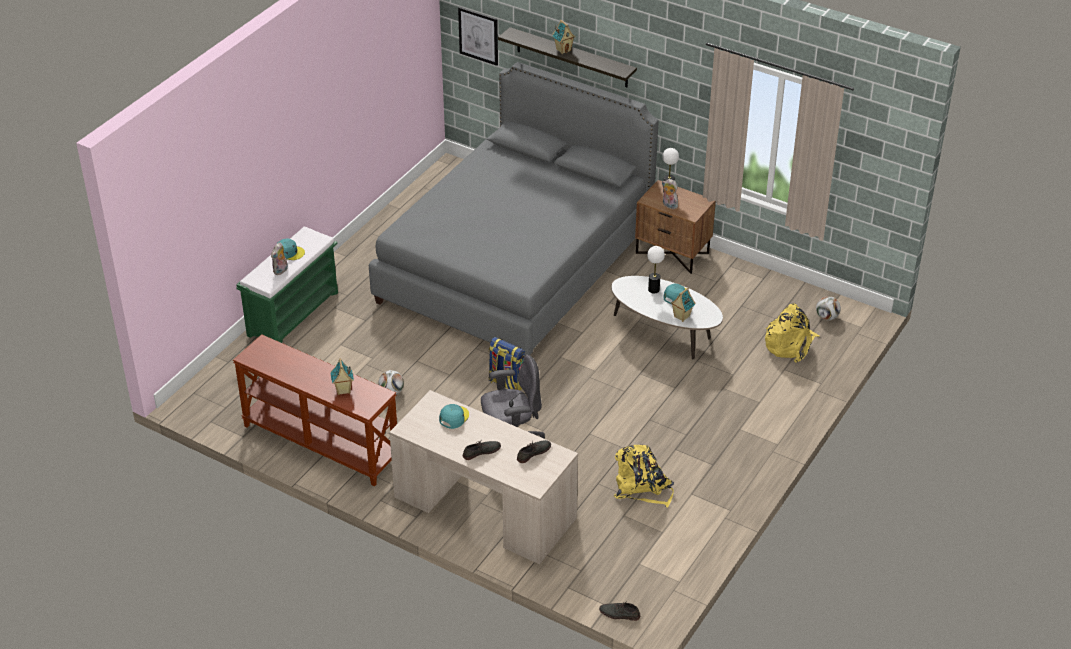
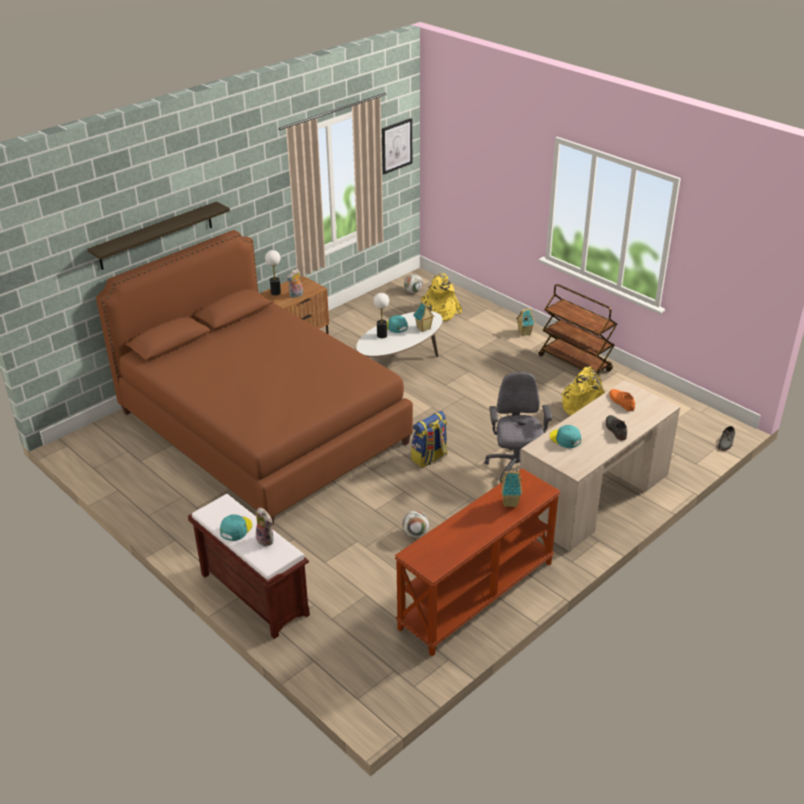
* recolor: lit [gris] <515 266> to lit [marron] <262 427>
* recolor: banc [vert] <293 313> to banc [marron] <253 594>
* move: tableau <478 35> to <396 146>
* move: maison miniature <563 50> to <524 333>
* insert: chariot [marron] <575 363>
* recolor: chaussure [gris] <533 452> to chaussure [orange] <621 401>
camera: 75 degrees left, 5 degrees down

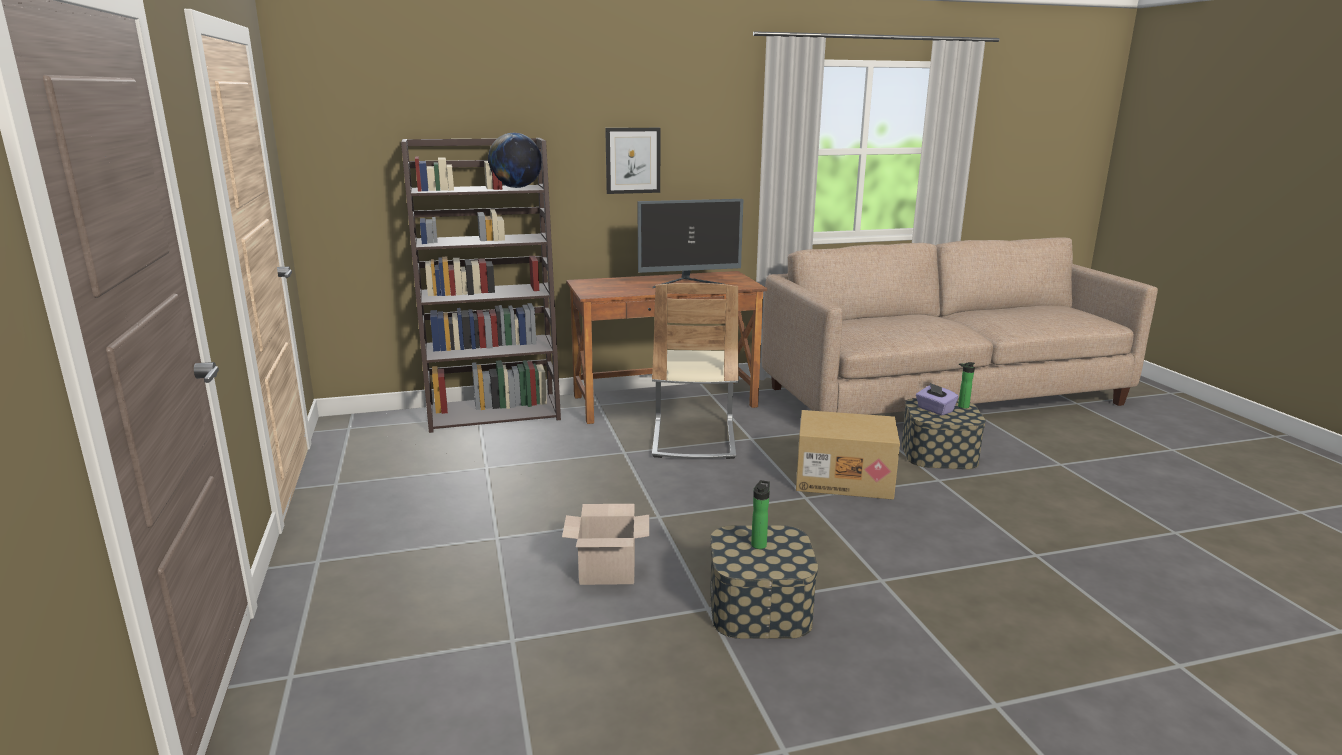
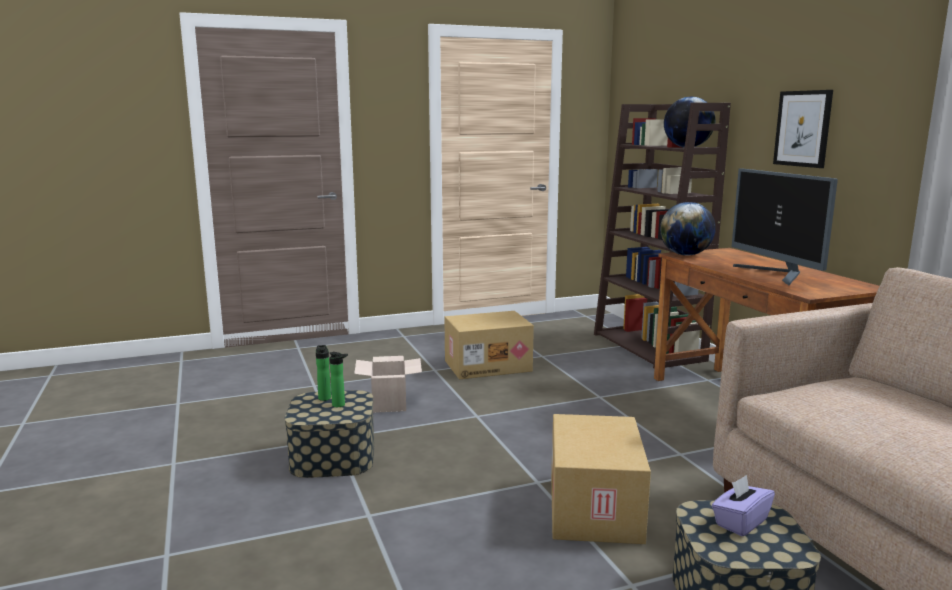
* move: bouteille <961 406> to <324 397>
* insert: carton <488 365>
* insert: globe <685 255>
* delete: chaise [beige] <693 439>
camera: 85 degrees right, 5 degrees down

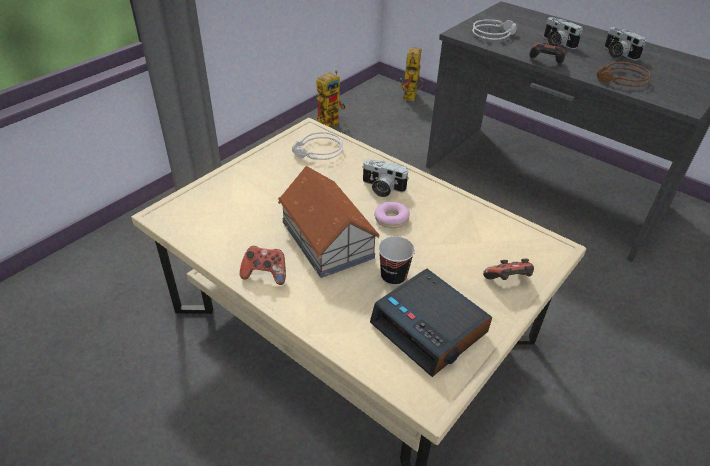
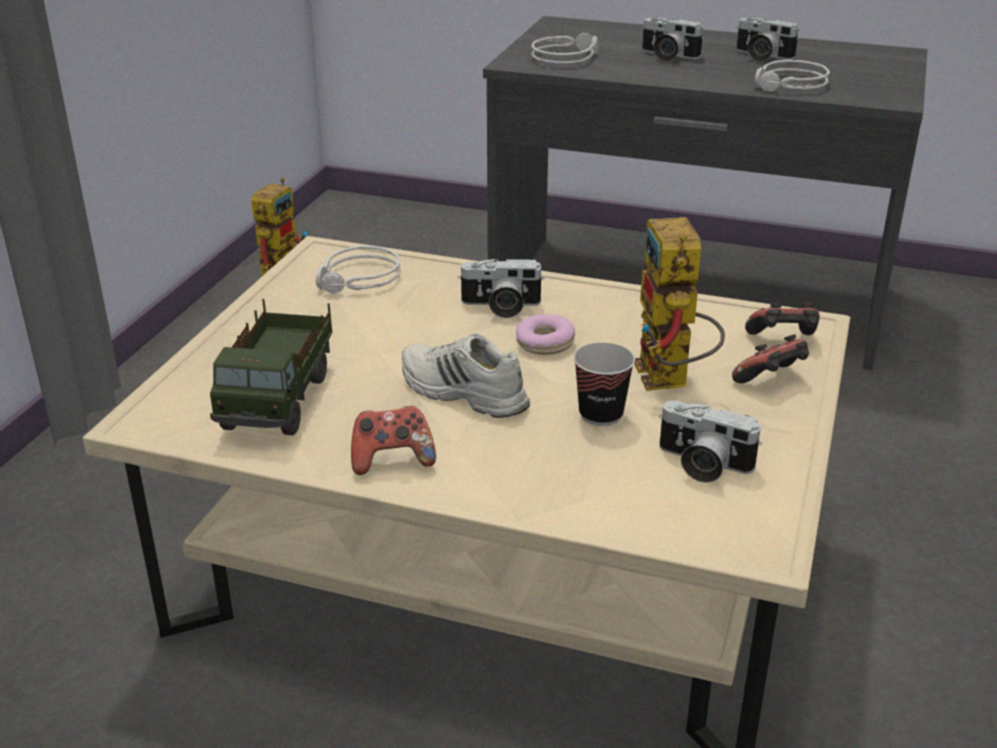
* insert: camion jouet <279 400>
* replace: maison miniature <327 240> to chaussure [blanc] <461 392>
* move: robot jouet <410 98> to <670 381>
* replace: réveil <430 328> to appareil photo <702 464>
* move: manette <545 63> to <782 341>
* recolor: casque audio [marron] <621 80> to casque audio [gris] <790 85>
camera: 20 degrees left, 10 degrees down

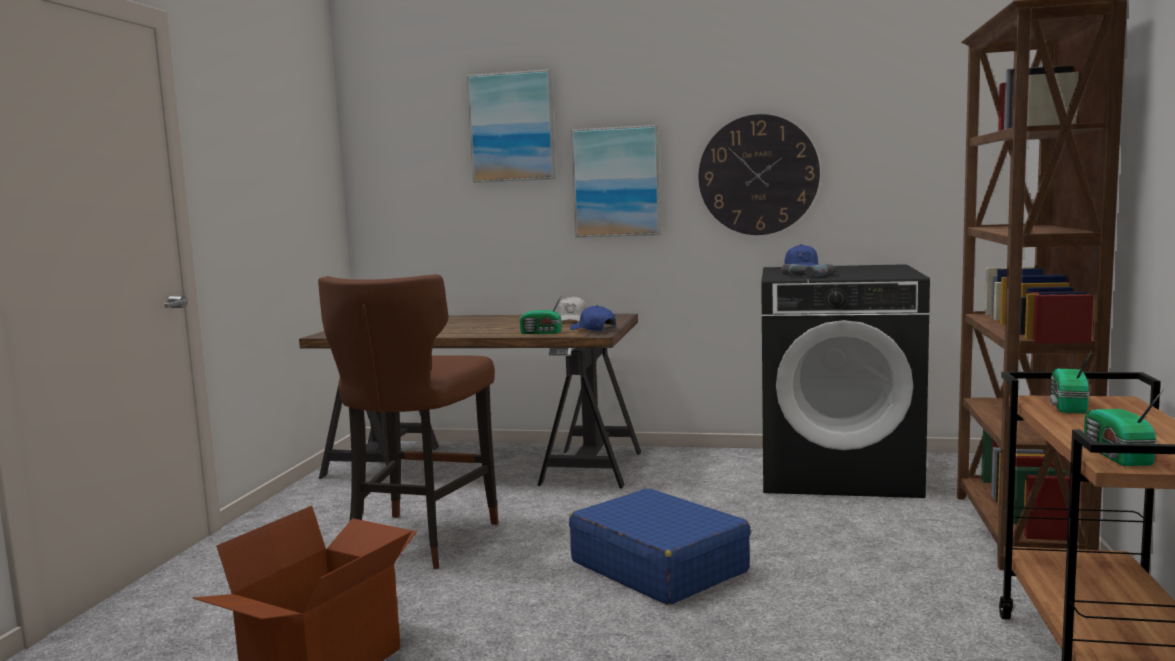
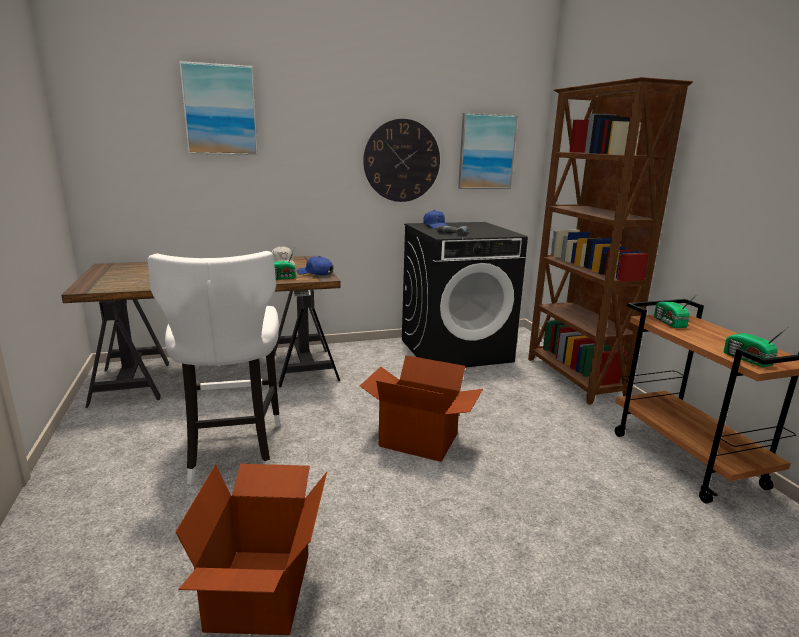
* recolor: tabouret [marron] <419 541> to tabouret [blanc] <232 452>
* replace: valise [bleu] <658 566> to carton <419 439>
* move: tableau <616 182> to <486 152>
camera: 30 degrees left, 10 degrees up

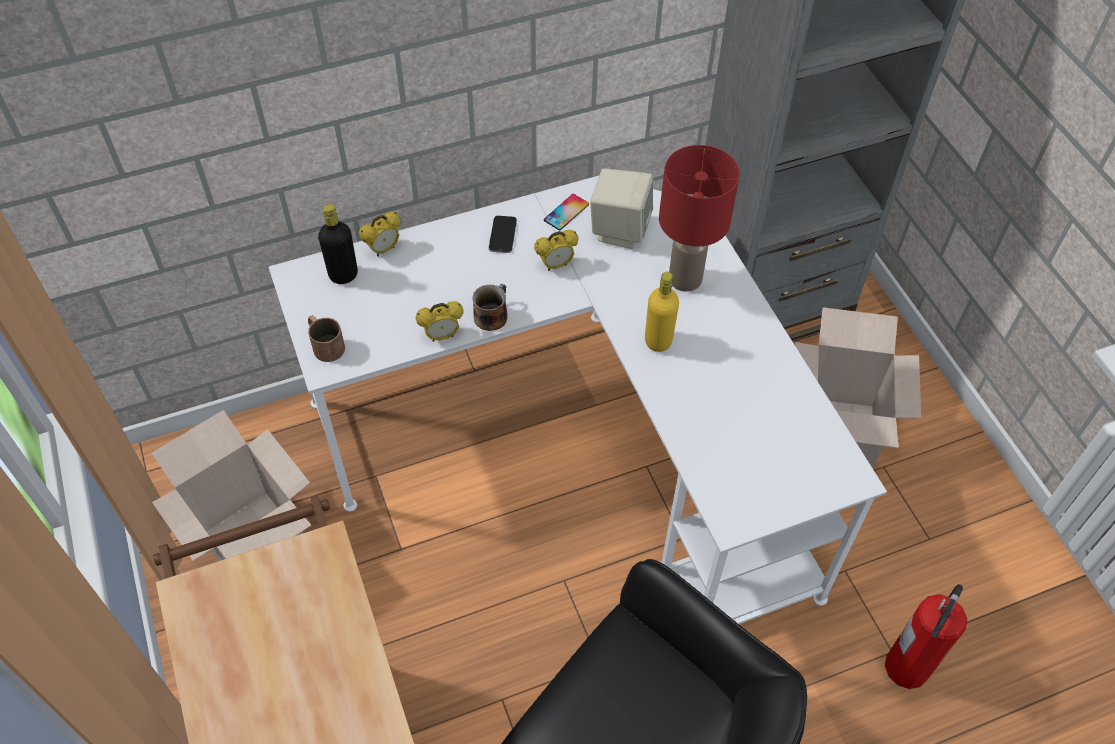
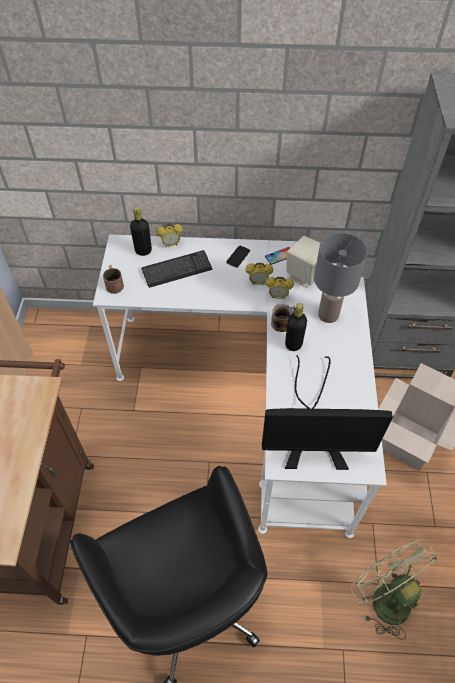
* insert: clavier <177 270>
* insert: écran d'ordinateur <314 434>
* move: réveil <442 336> to <278 296>
* move: mug <491 315> to <282 323>
* recolor: bouteille [jaune] <658 341> to bouteille [noir] <293 344>
* recolor: lampe de table [rouge] <686 278> to lampe de table [gris] <329 314>
* replace: extincteur <907 666> to ventilateur [vert] <383 596>
* delete: carton <253 541>
camera: 25 degrees right, 0 degrees up

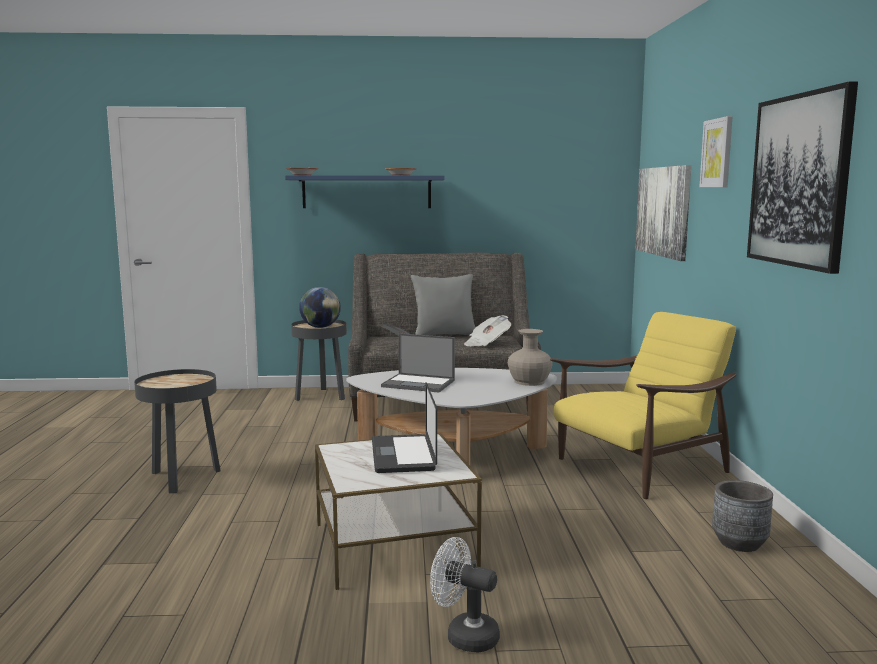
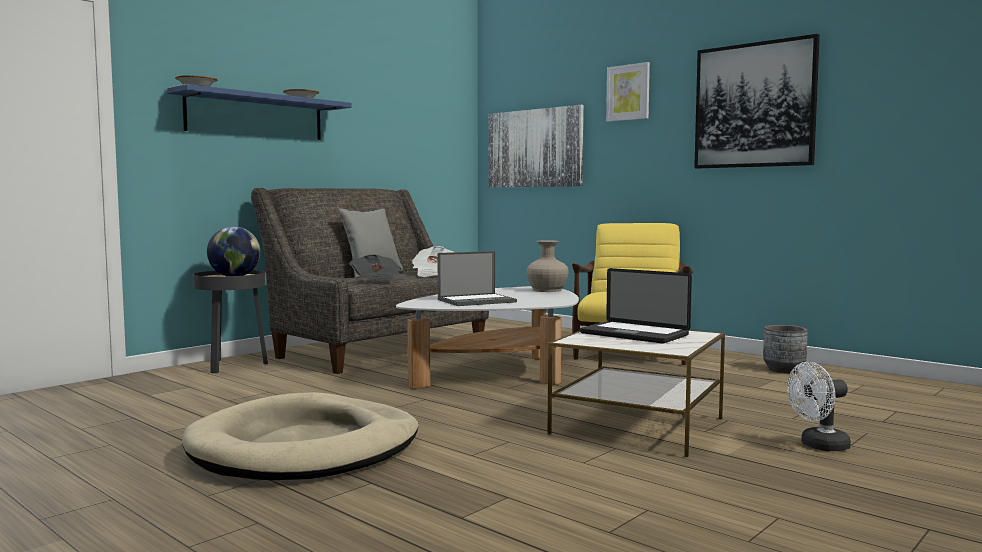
* replace: table d'appoint [noir] <183 478> to panier pour chien [beige] <306 447>
camera: 45 degrees left, 5 degrees down

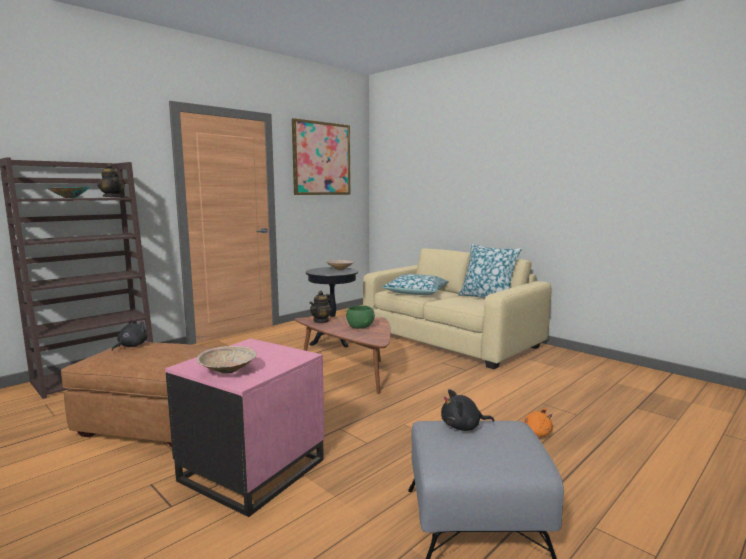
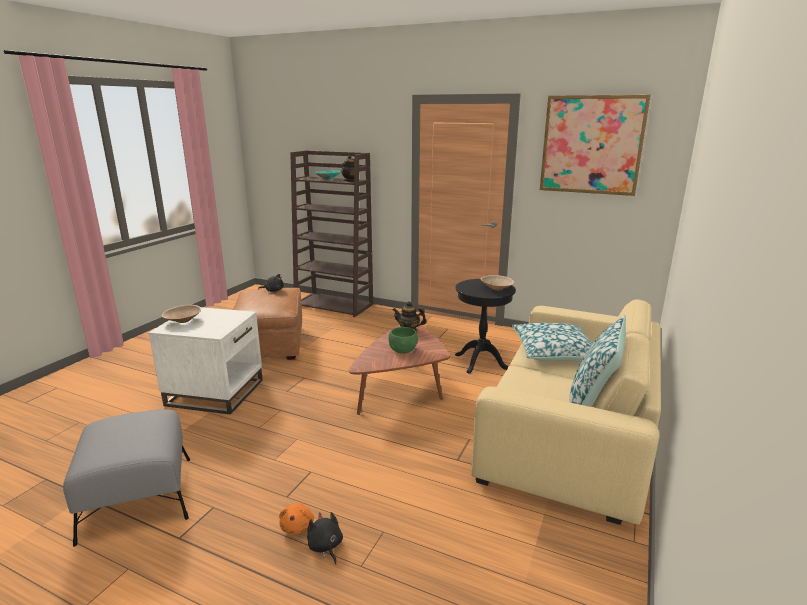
* recolor: table d'appoint [rose] <251 469> to table d'appoint [blanc] <215 392>
* move: peluche [noir] <463 427> to <325 546>
camera: 70 degrees right, 10 degrees up

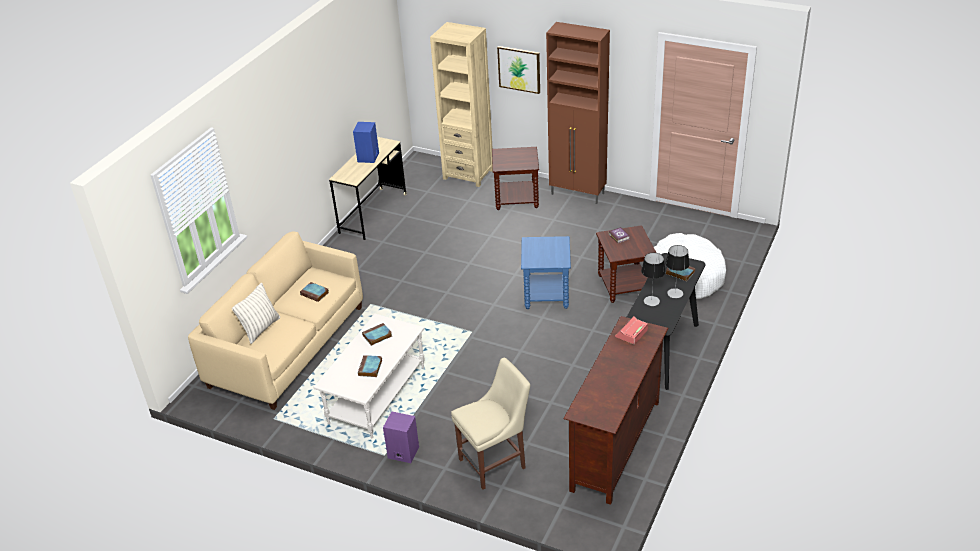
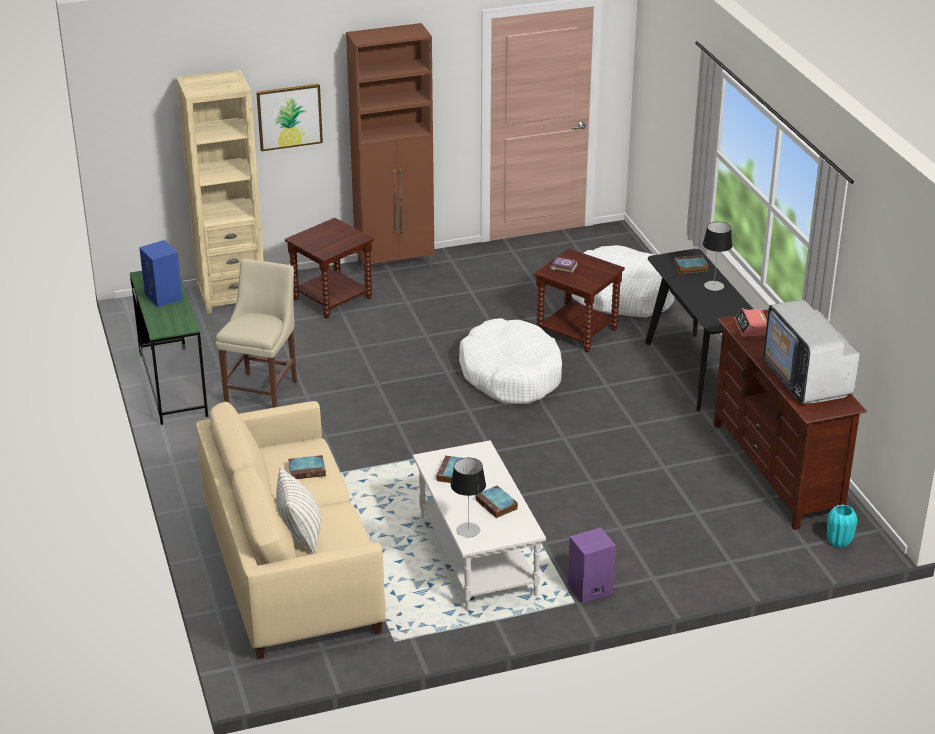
* recolor: bureau [beige] <373 213> to bureau [vert] <173 385>
* move: chaise [beige] <495 462> to <263 390>
* move: lampe de table <651 301> to <468 530>
* replace: table d'appoint [bleu] <547 294> to panier pour chien [blanc] <511 375>
* insert: téléviseur <807 380>
* insert: vase [turquoise] <838 542>
camera: 45 degrees left, 5 degrees down

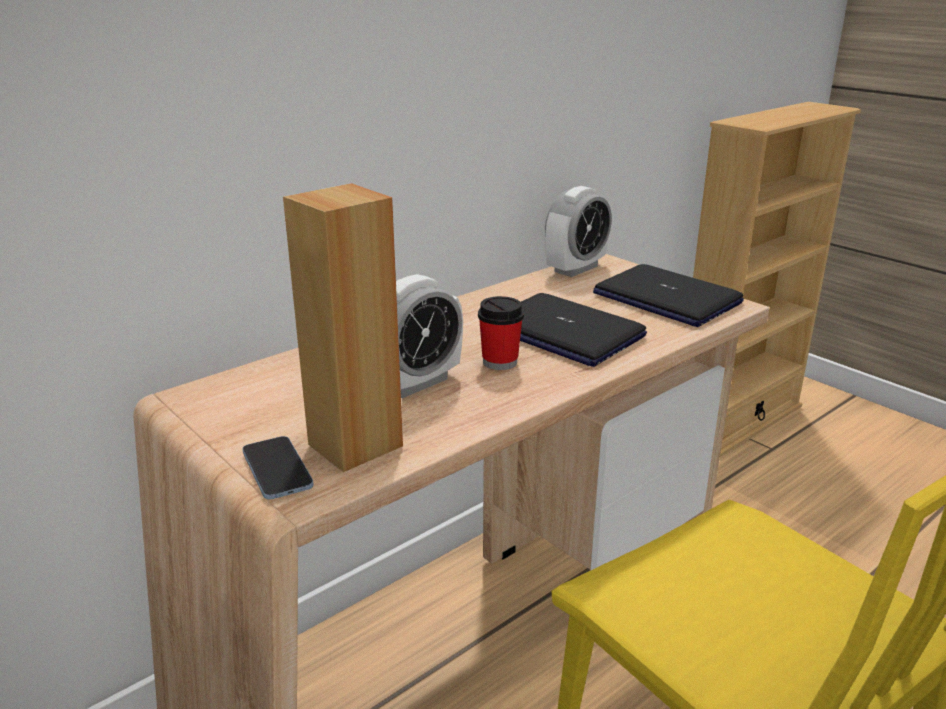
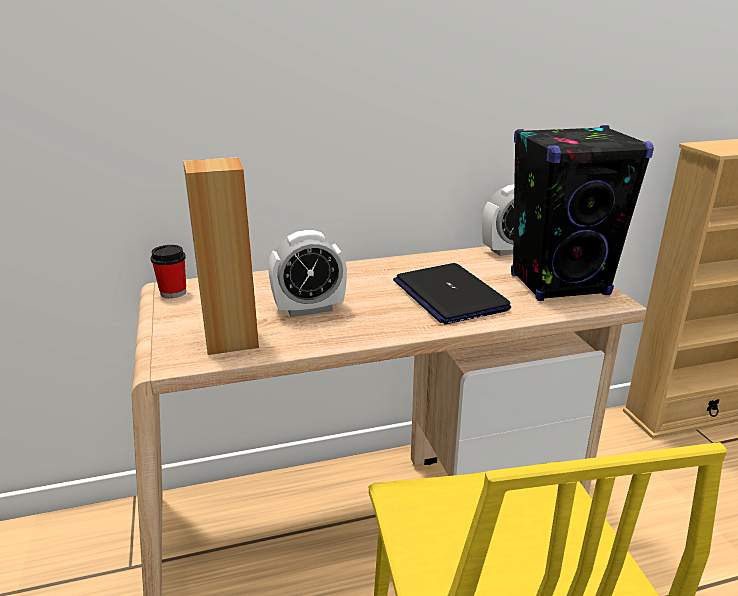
* move: tasse <500 362> to <173 292>
* replace: ordinateur portable <665 298> to enceinte [noir] <559 285>
* delete: téléphone <277 470>
camera: 25 degrees right, 0 degrees up

